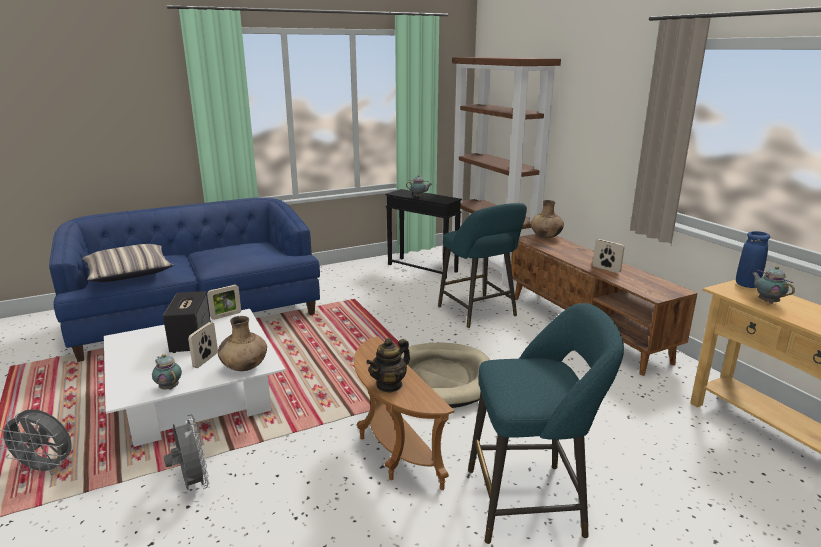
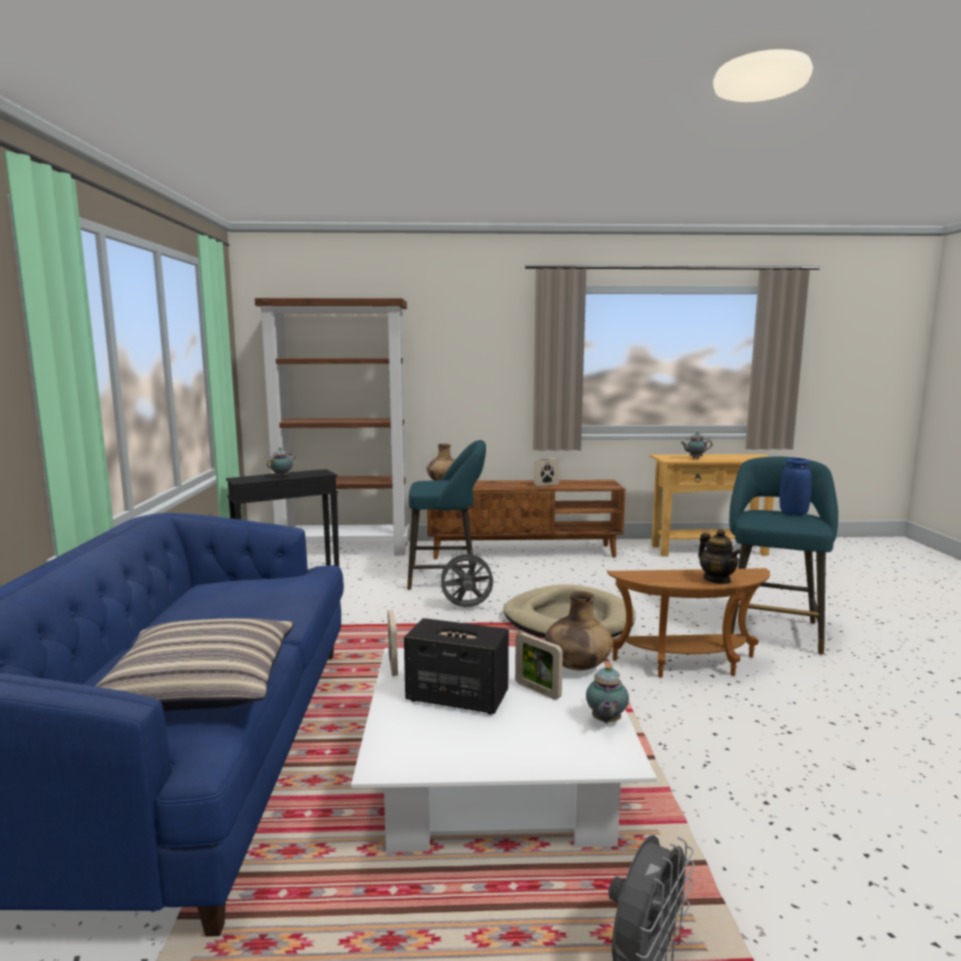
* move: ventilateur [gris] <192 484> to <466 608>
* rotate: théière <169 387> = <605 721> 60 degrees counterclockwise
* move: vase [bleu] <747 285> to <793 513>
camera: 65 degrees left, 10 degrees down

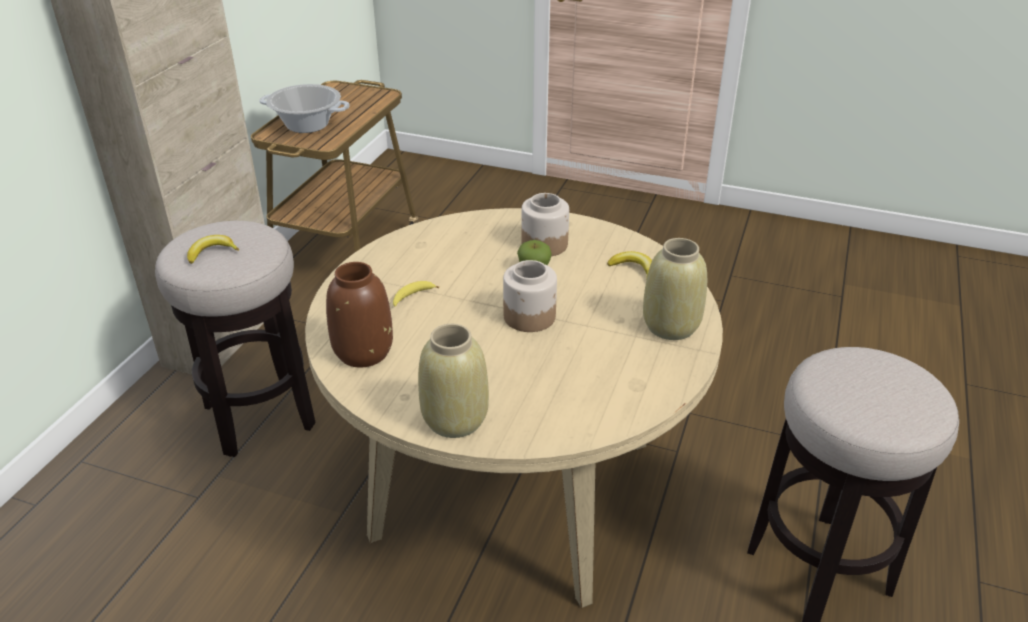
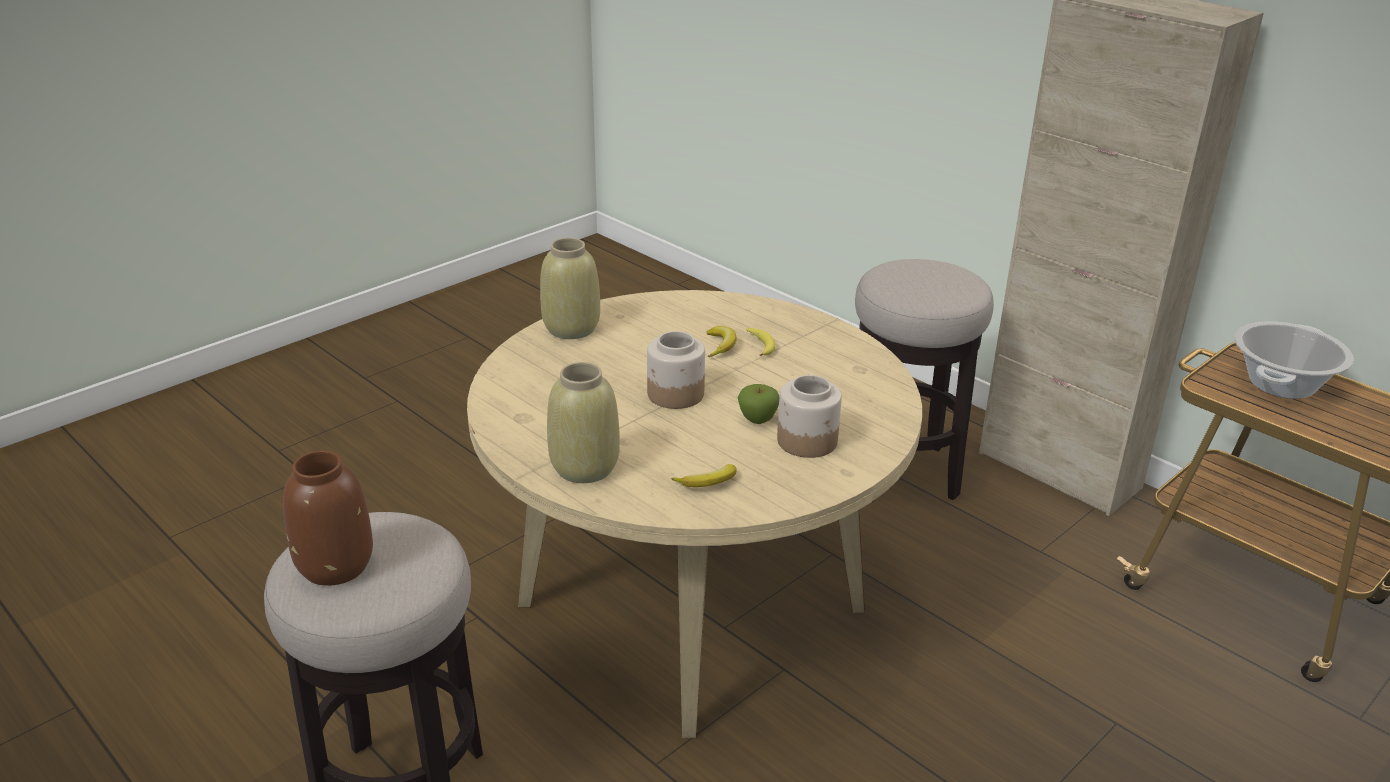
* move: vase [marron] <362 352> to <336 565>
* move: banane <212 253> to <720 346>
camera: 115 degrees right, 5 degrees down

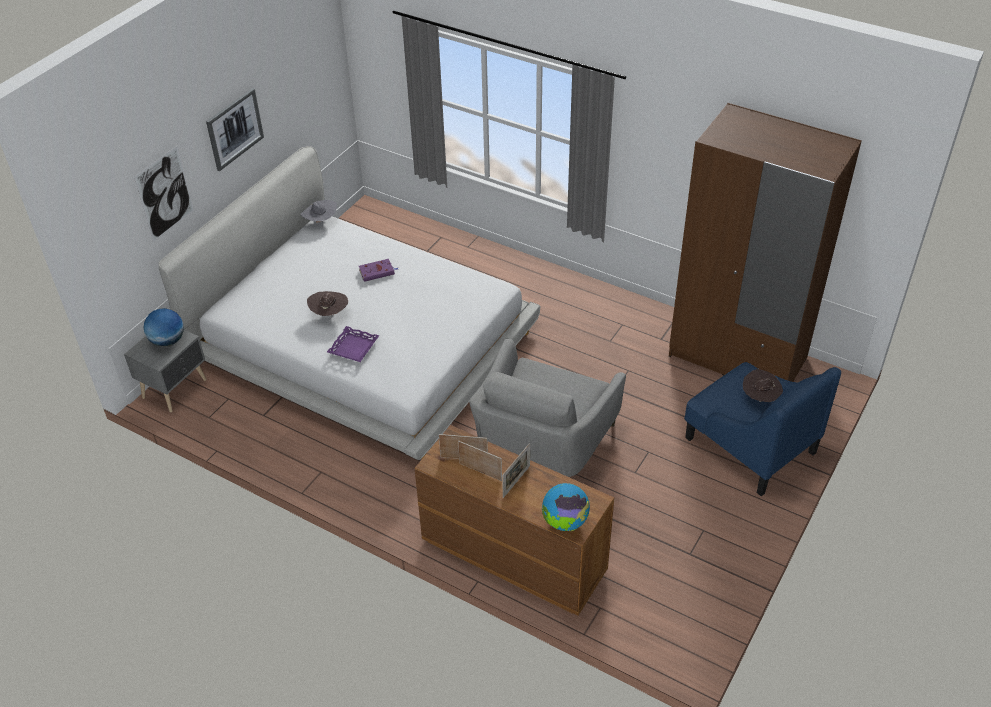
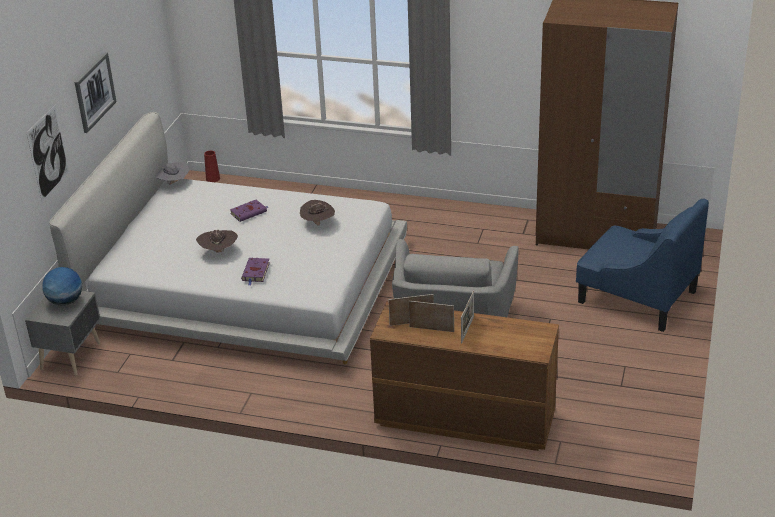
* insert: vase [rouge] <213 179>
* replace: plateau [violet] <354 347> to livre [violet] <256 272>
* move: chapeau [marron] <760 398> to <318 224>
* delete: globe <565 522>
camera: 15 degrees left, 10 degrees down

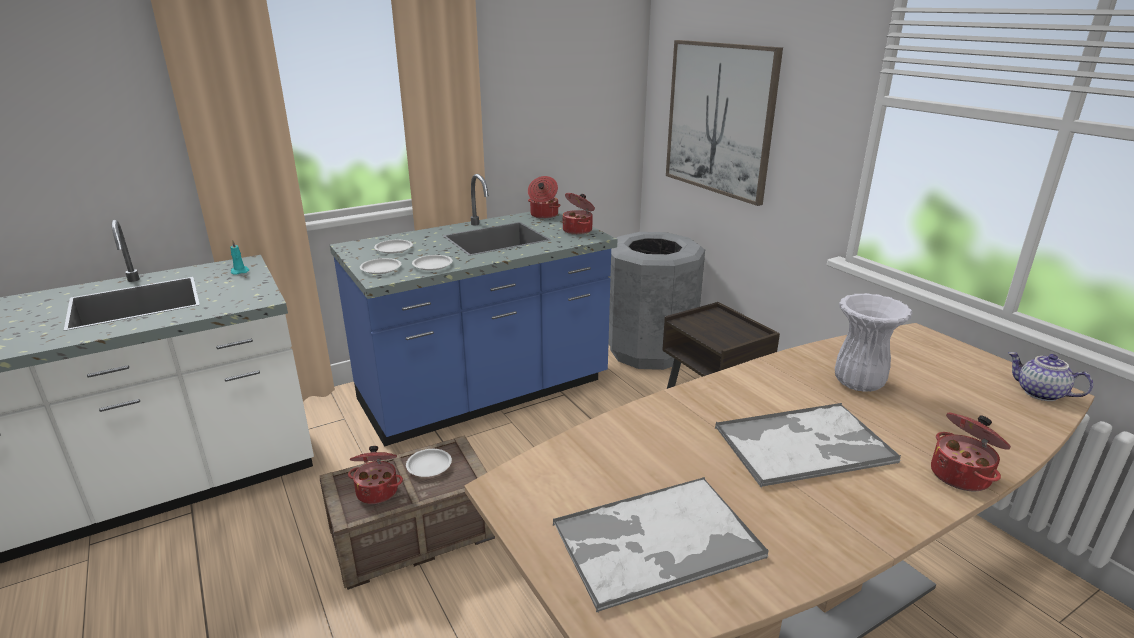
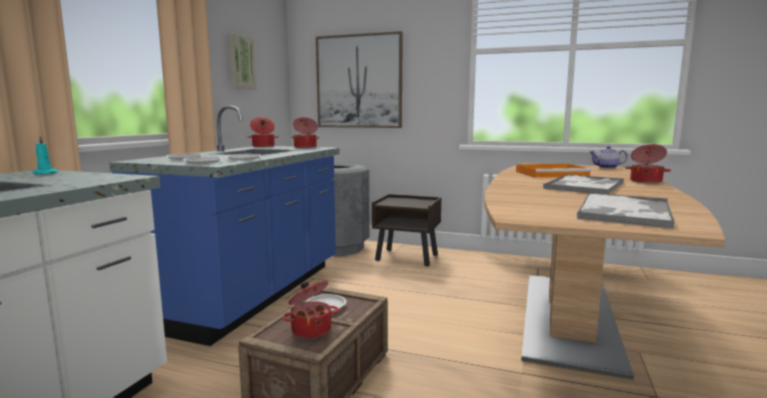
* insert: tableau <240 62>
* replace: vase [blanc] <859 383> to plateau [orange] <552 174>
camera: 40 degrees left, 15 degrees down

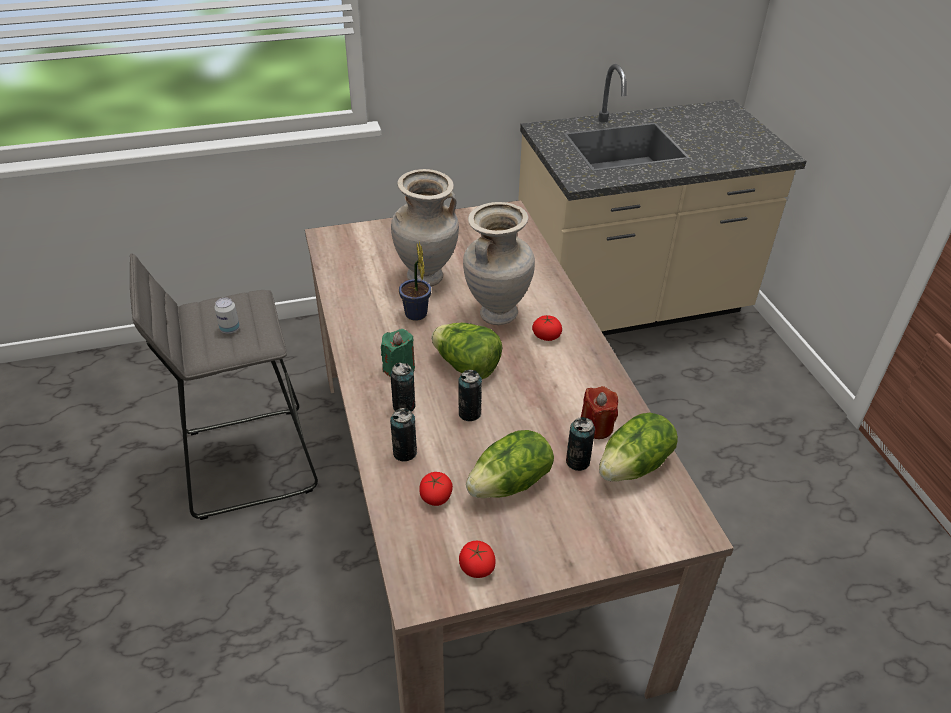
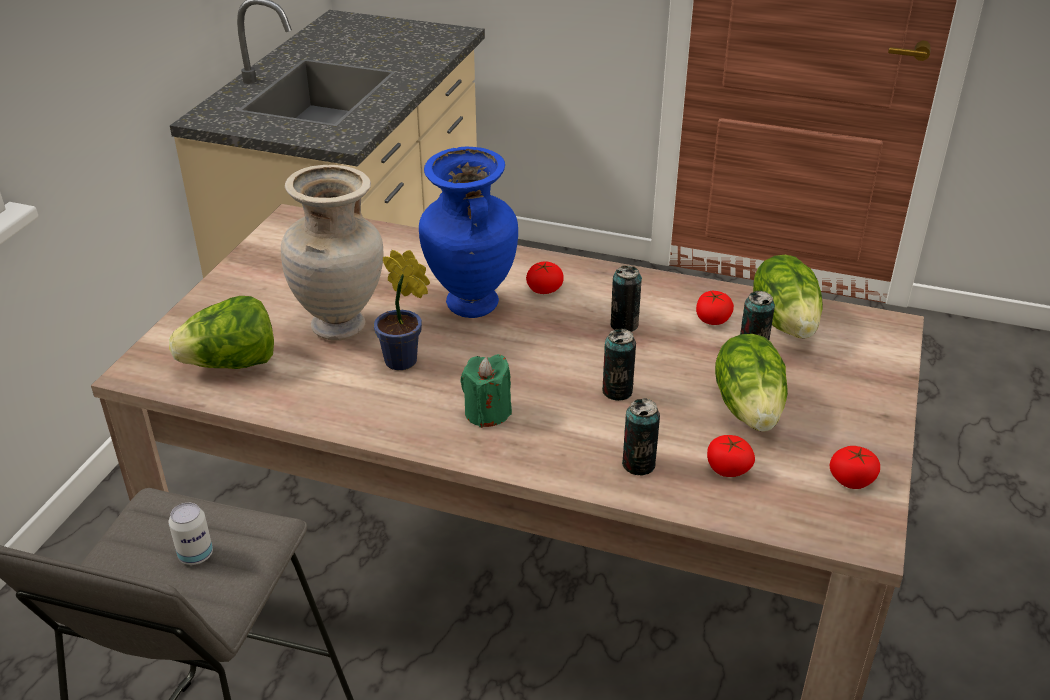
* move: laitue <466 367> to <231 364>
* recolor: vase [beige] <496 314> to vase [bleu] <470 305>
* move: boîte métallique <404 406> to <624 325>
* replace: bougie [rouge] <596 427> to tomate <712 319>
camera: 55 degrees left, 5 degrees down

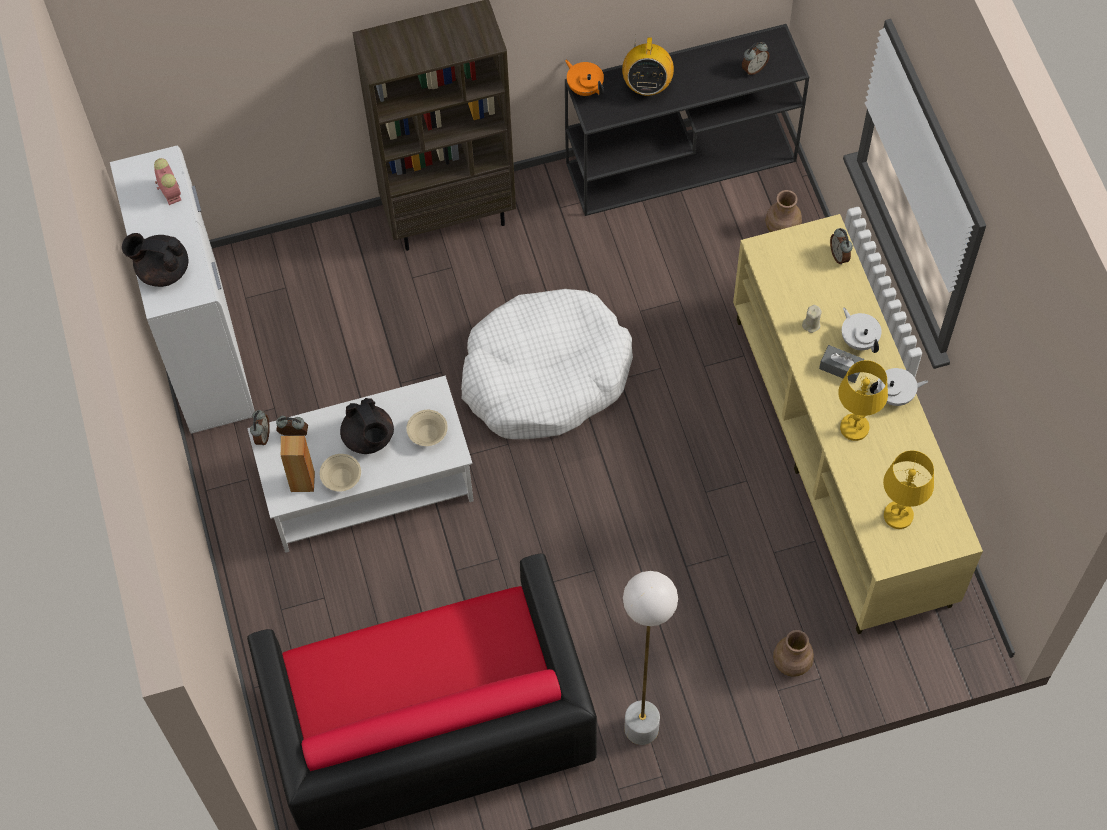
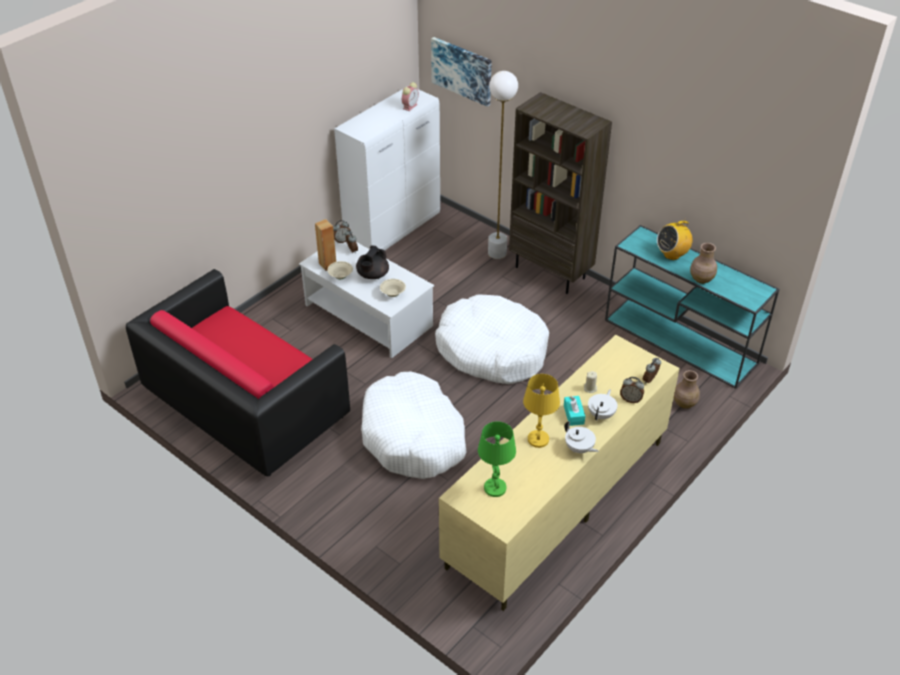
* insert: panier pour chien [blanc] <413 437>
* insert: tableau <462 70>
* recolor: lampe de table [jaune] <898 515> to lampe de table [vert] <495 488>
* move: lampadaire [blanc] <641 728> to <497 253>
* recolor: boîte à mouchoirs [gris] <840 368> to boîte à mouchoirs [turquoise] <573 414>
* recolor: table console [noir] <683 161> to table console [turquoise] <681 342>
* move: réveil <753 68> to <630 399>
* move: vase [marron] <791 663> to <701 279>
* delete: théière [noir] <162 270>
* delete: théière [orange] <585 88>
camera: 55 degrees right, 20 degrees down

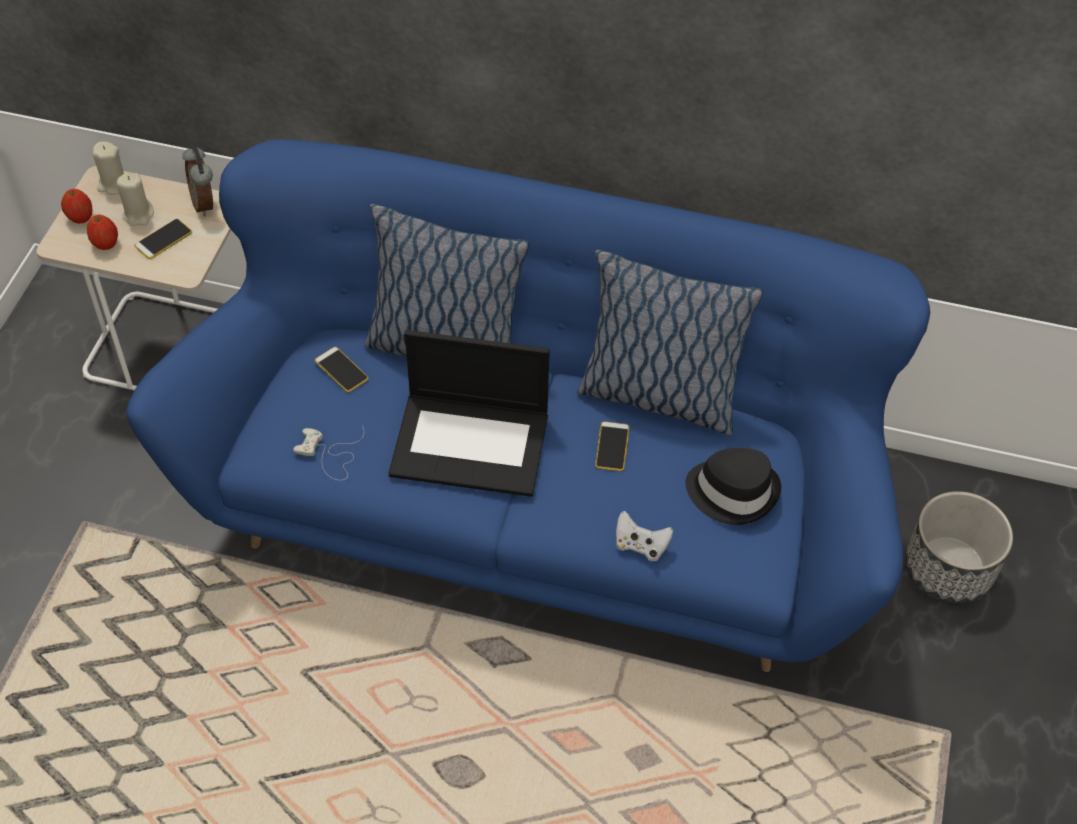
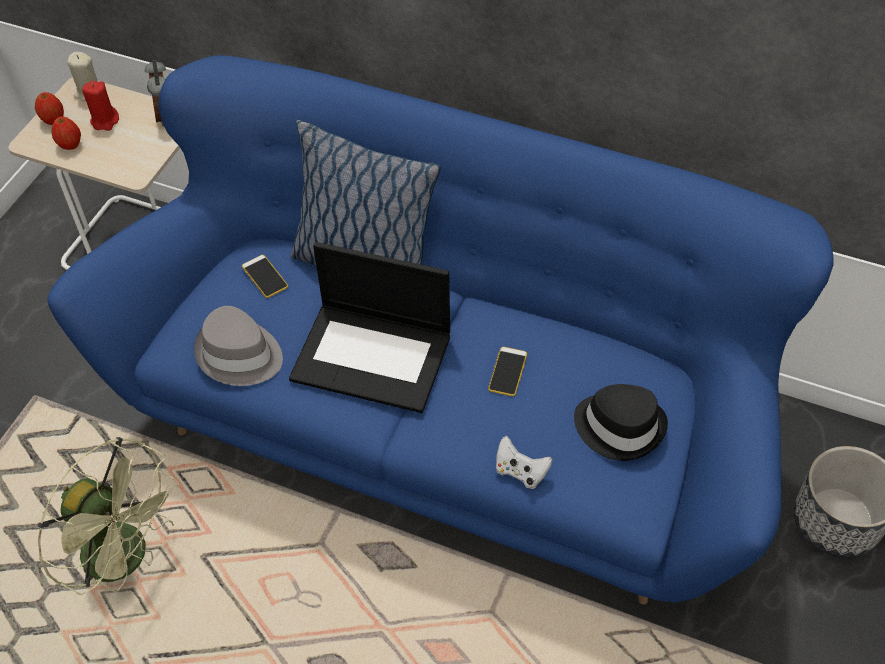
* insert: ventilateur [vert] <128 558>
* recolor: bougie [beige] <138 215> to bougie [rouge] <105 121>
* replace: manette [blanc] <330 454> to chapeau [gris] <239 355>
* delete: téléphone <163 239>
* delete: coussin <657 395>
camera: 10 degrees right, 0 degrees up

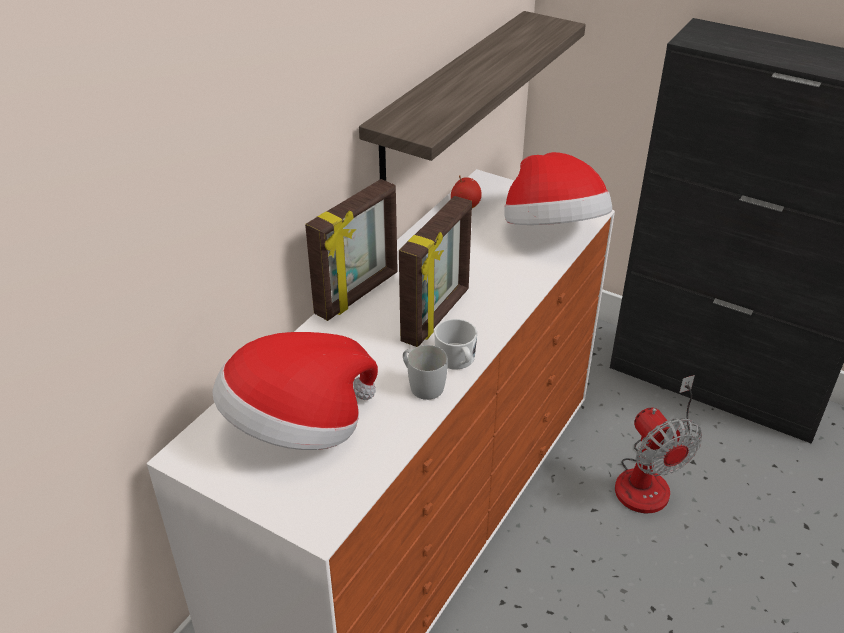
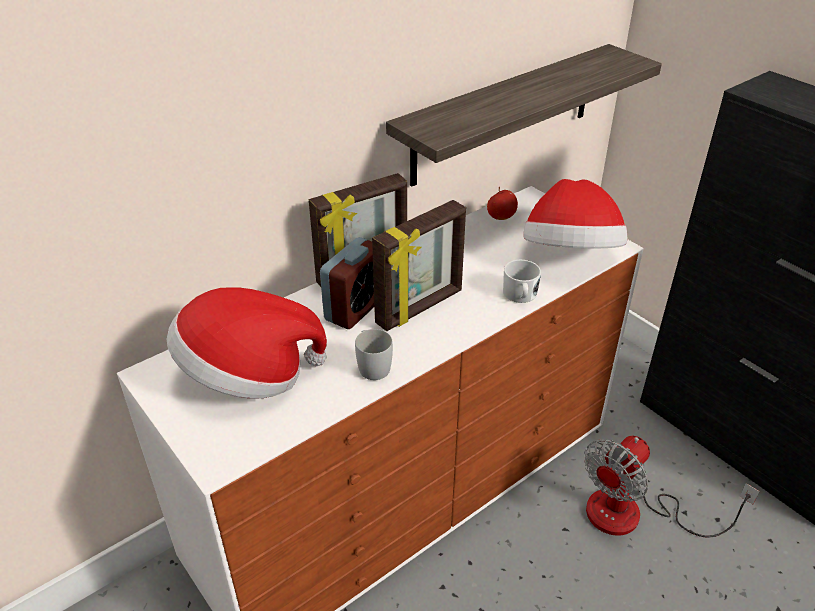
* insert: réveil <355 308>
* move: mug [blanc] <457 360> to <520 295>
* rotate: ventilateur <649 477> = <633 515> 45 degrees clockwise
camera: 20 degrees right, 0 degrees up

